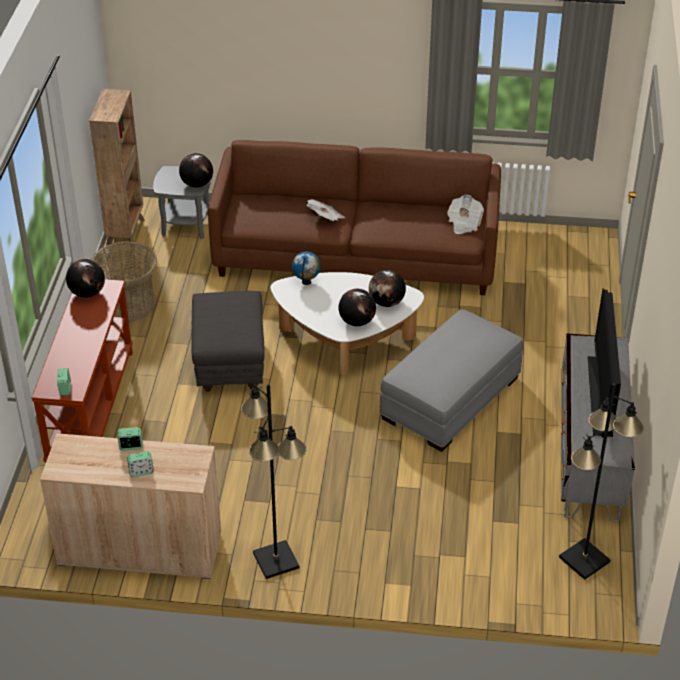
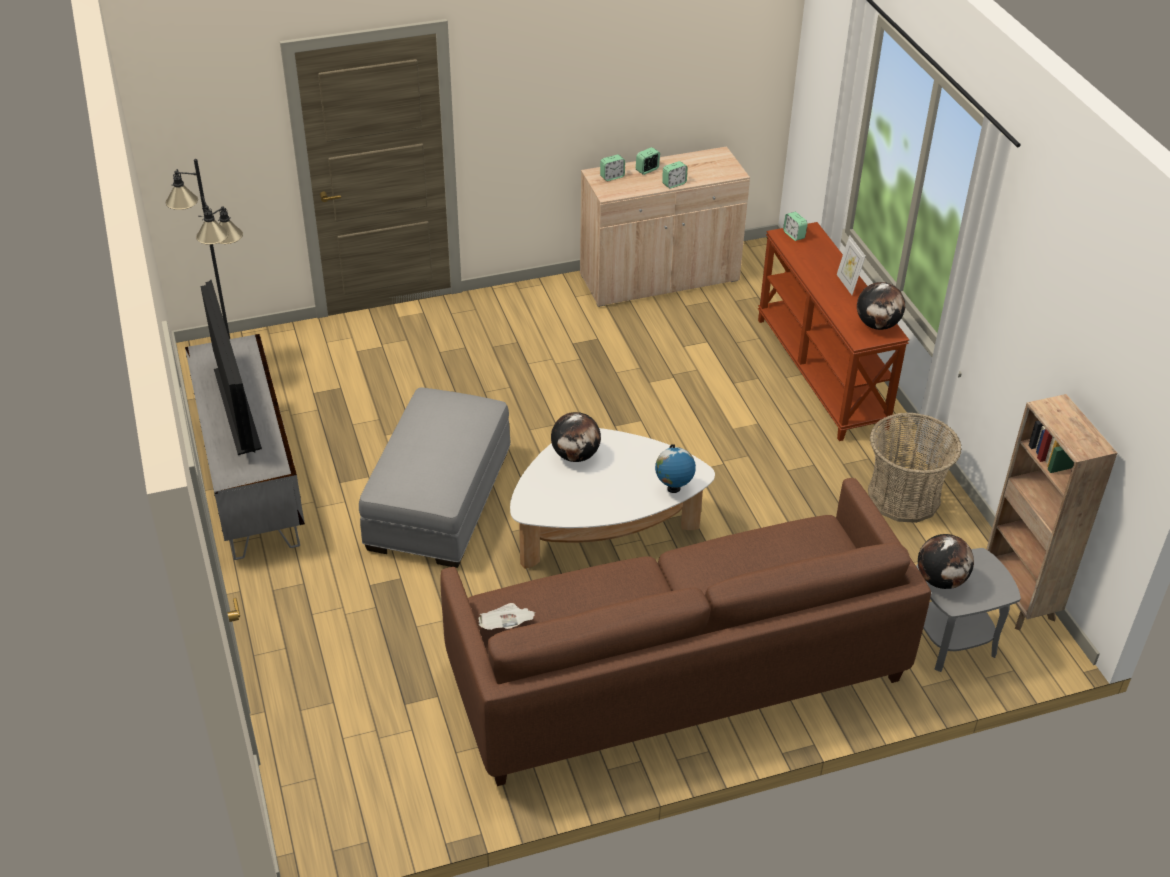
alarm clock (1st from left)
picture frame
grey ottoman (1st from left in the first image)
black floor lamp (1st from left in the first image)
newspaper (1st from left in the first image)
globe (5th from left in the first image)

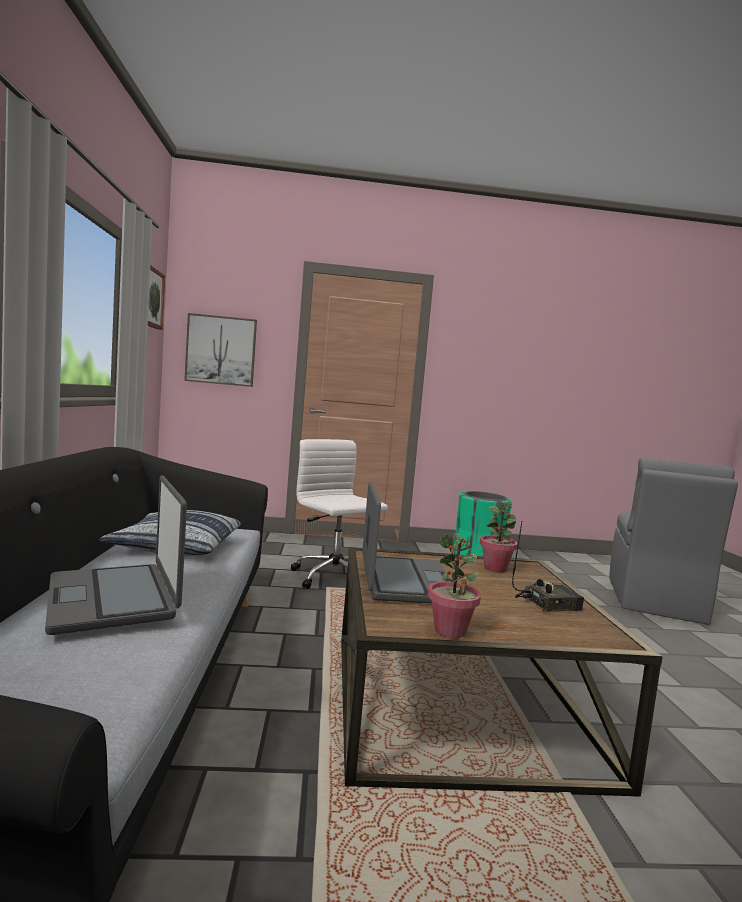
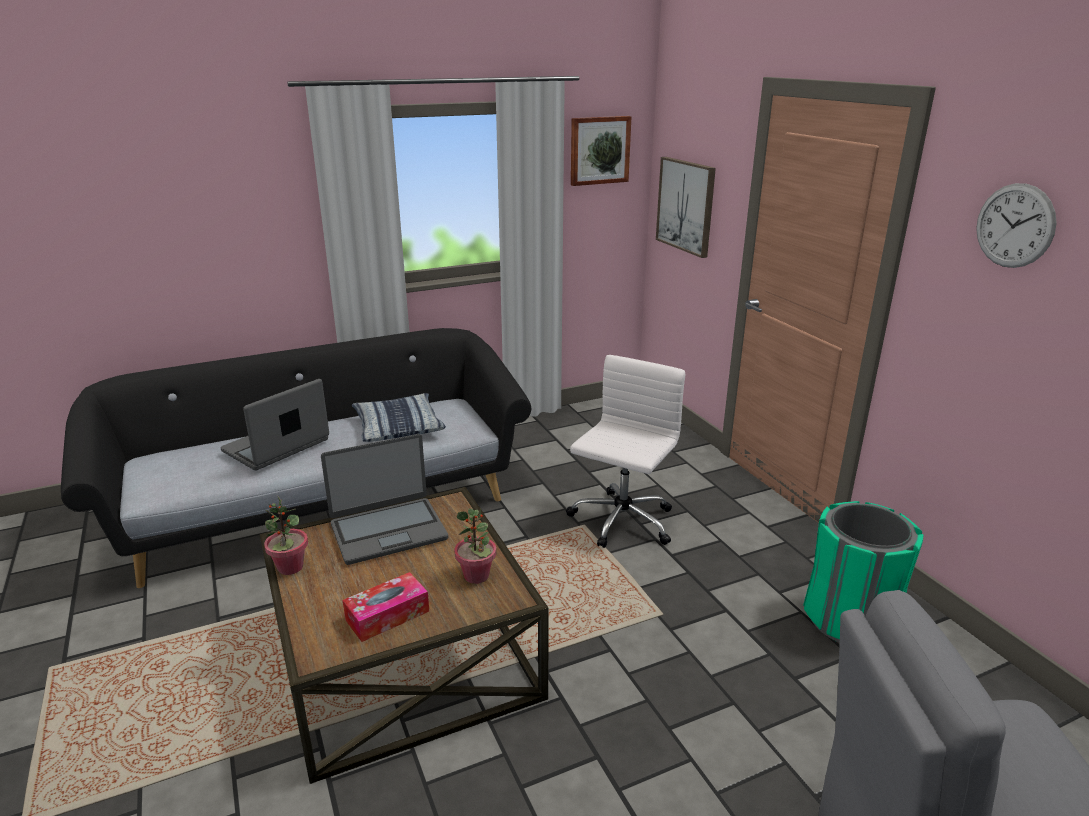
tissue box
wall clock

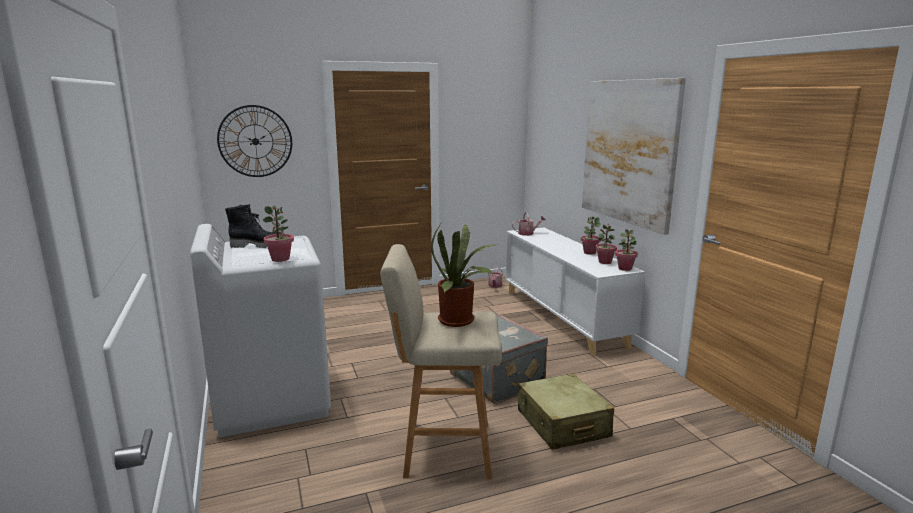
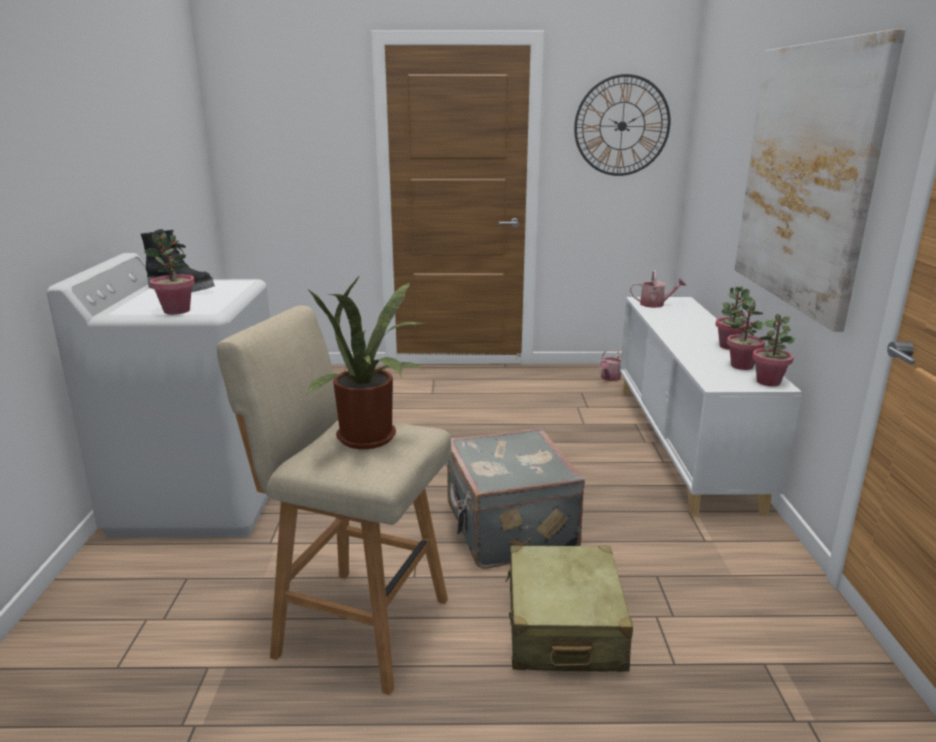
wall clock

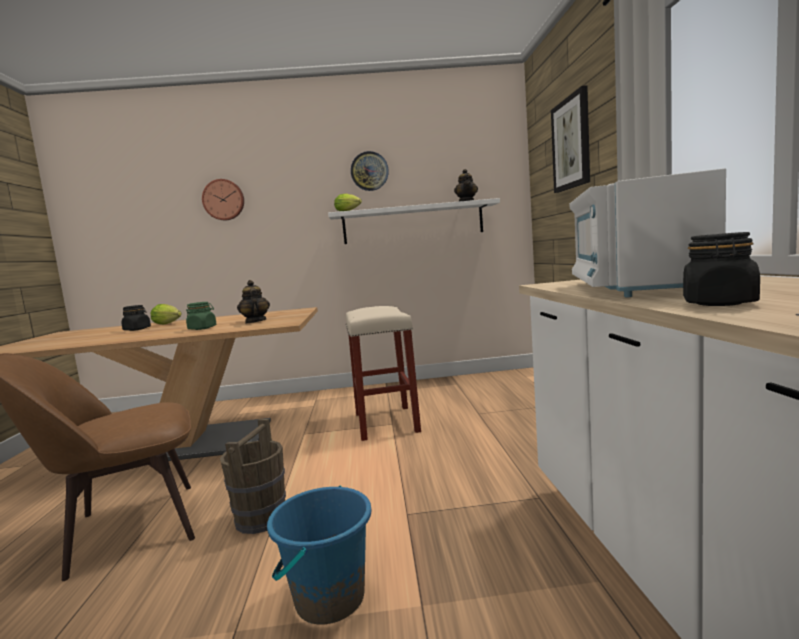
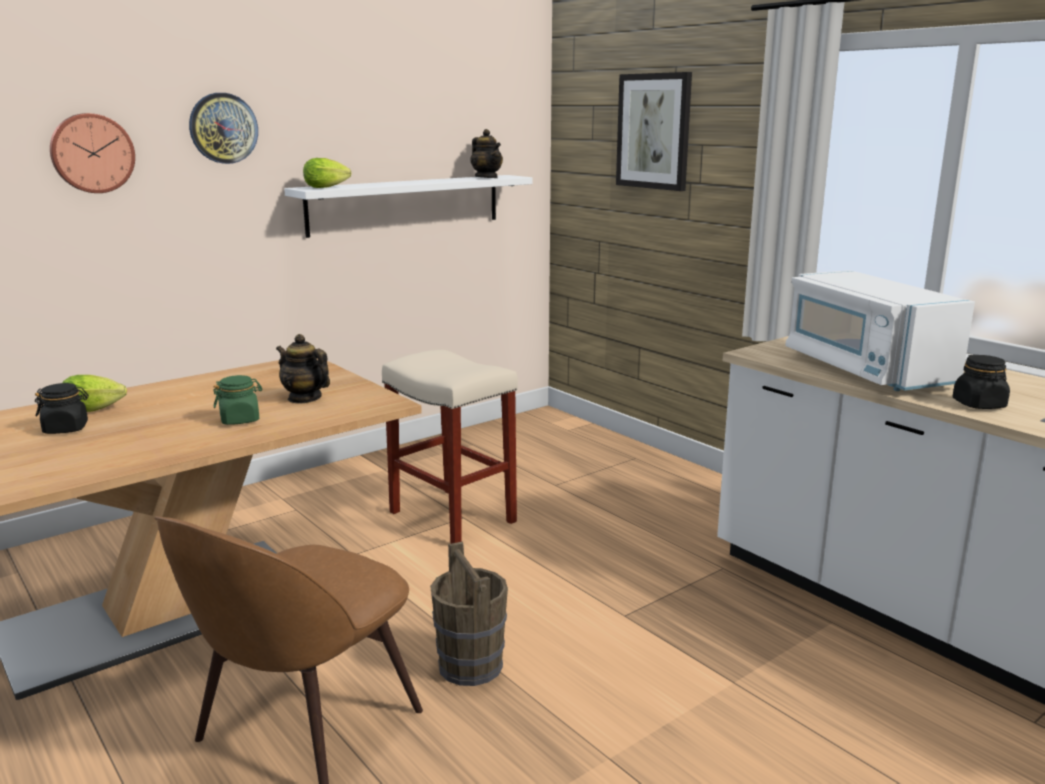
wall clock (2nd from left)
blue bucket

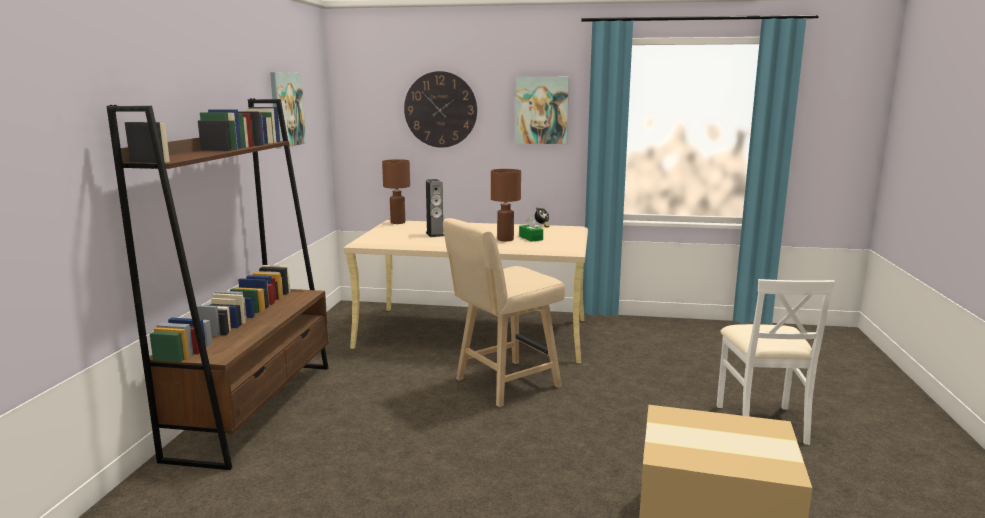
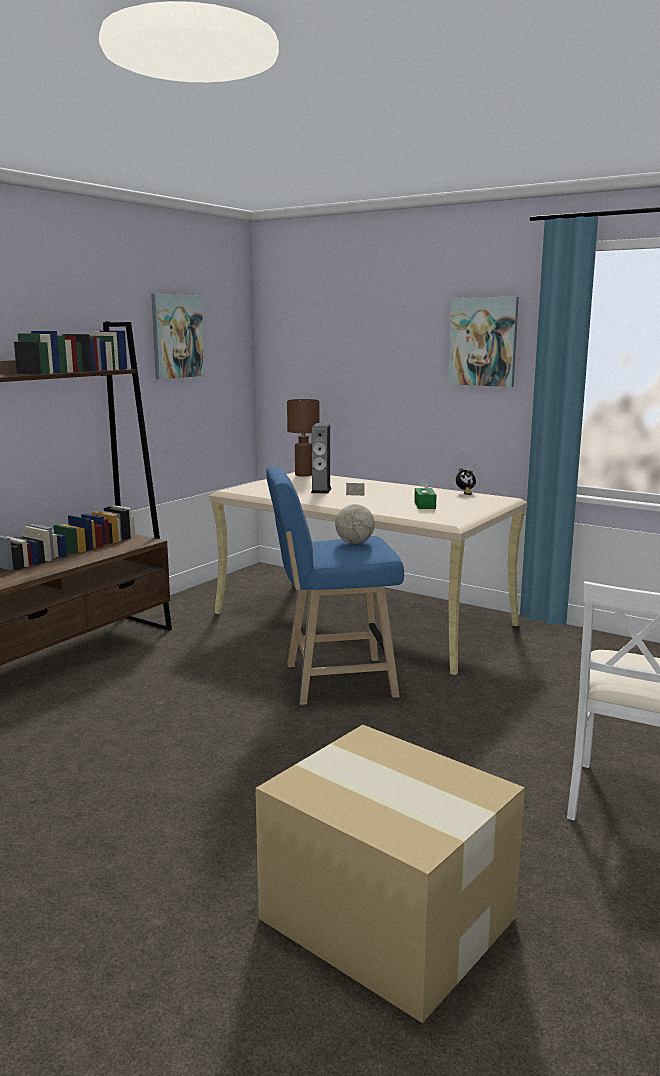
blue stool
globe
wall clock
brown table lamp (2nd from left in the first image)

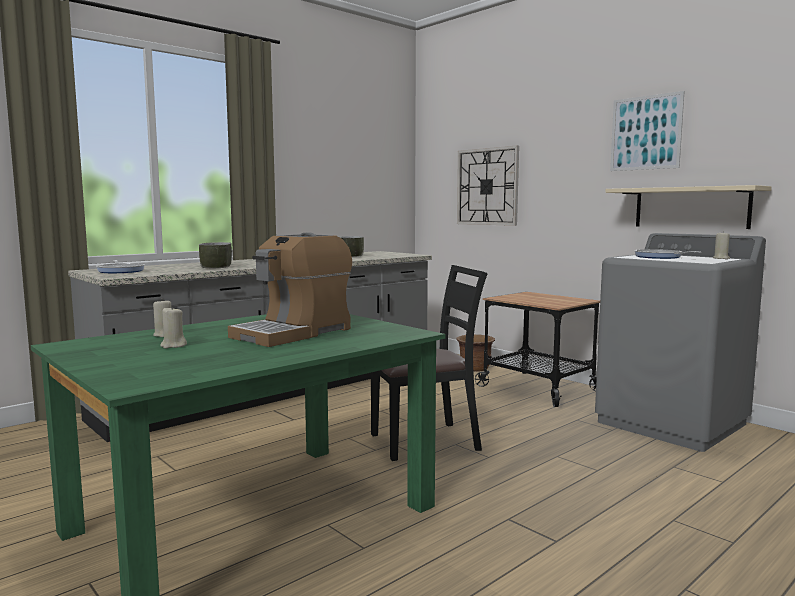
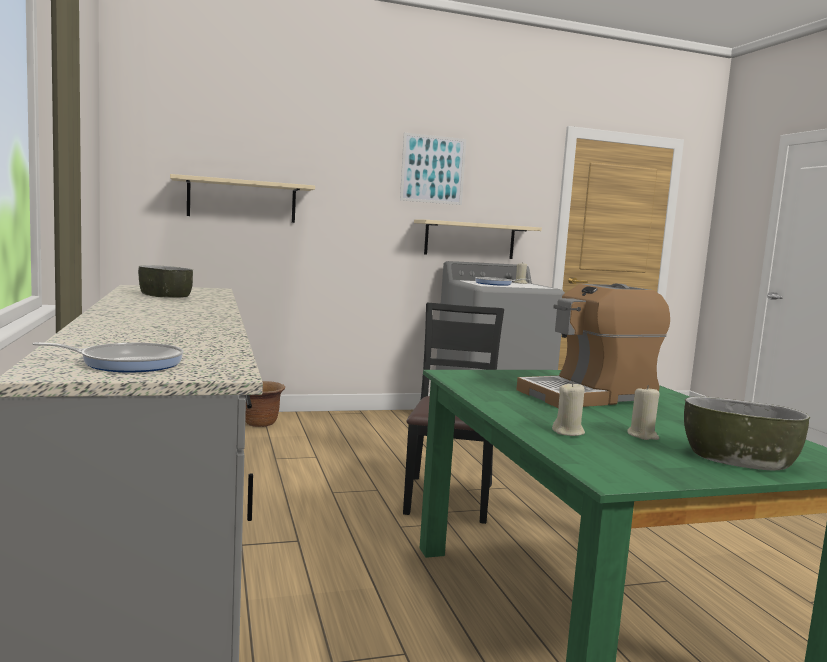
beige shelf (1st from left)
coffee machine
bowl (2nd from left)
cart

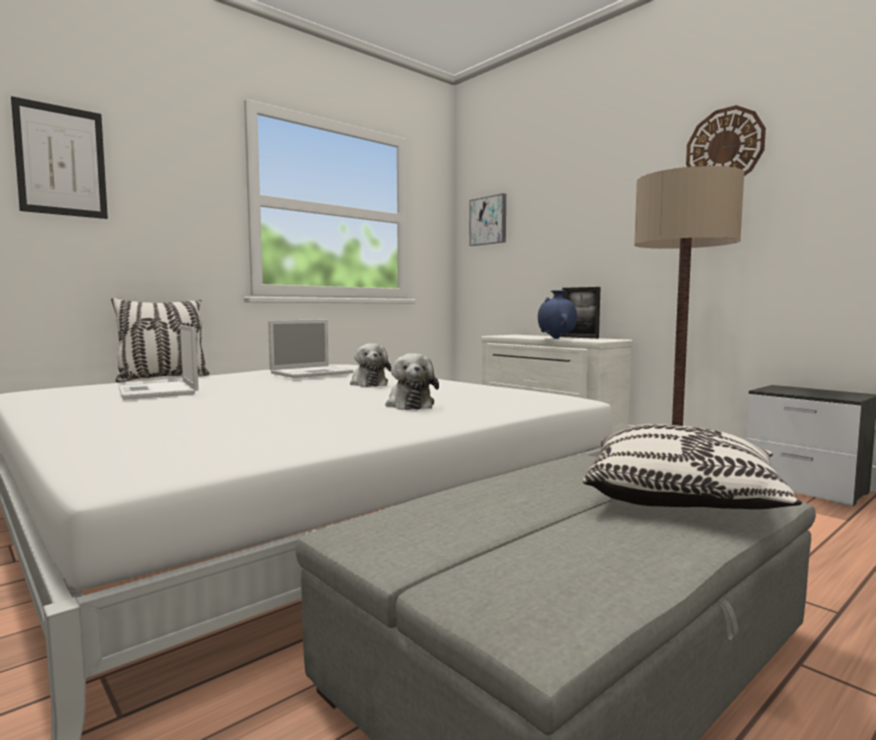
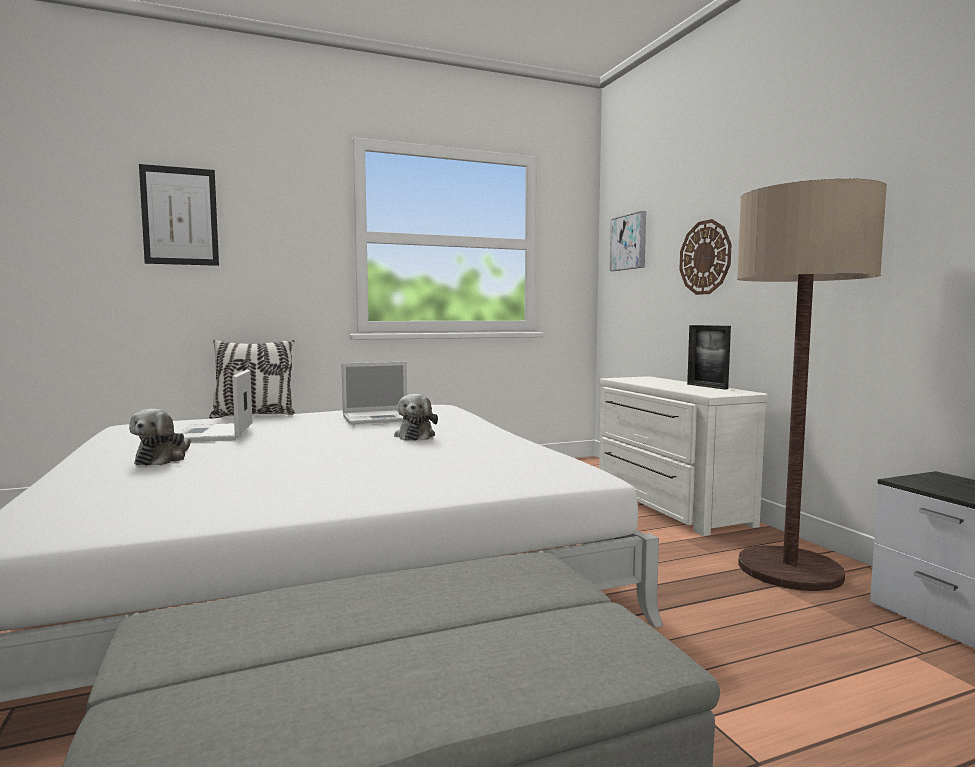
plush toy (1st from left)
wall clock
blue vase
pillow (2nd from left in the first image)

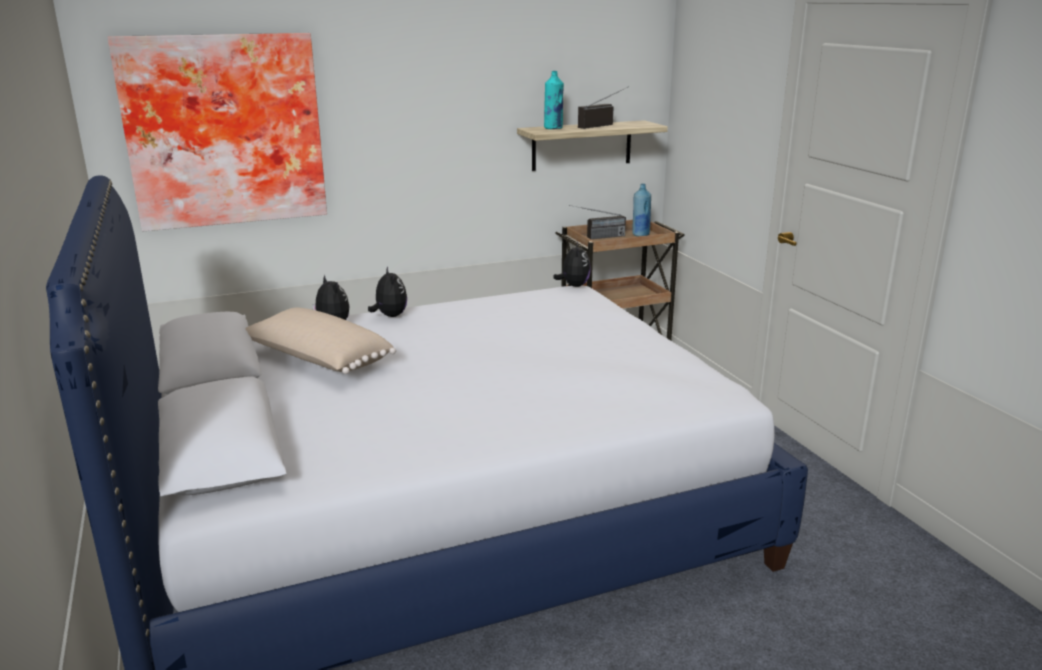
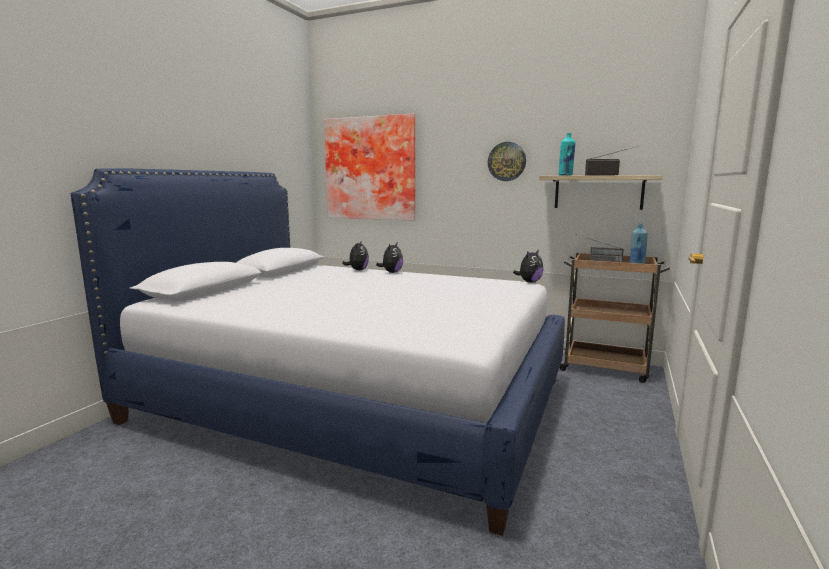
wall clock
beige pillow

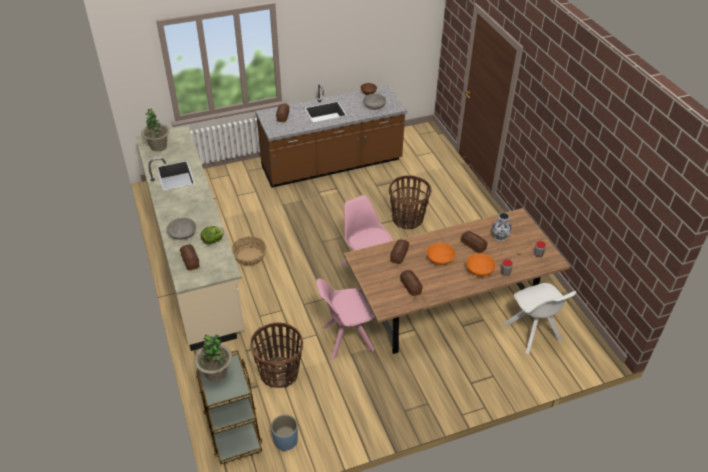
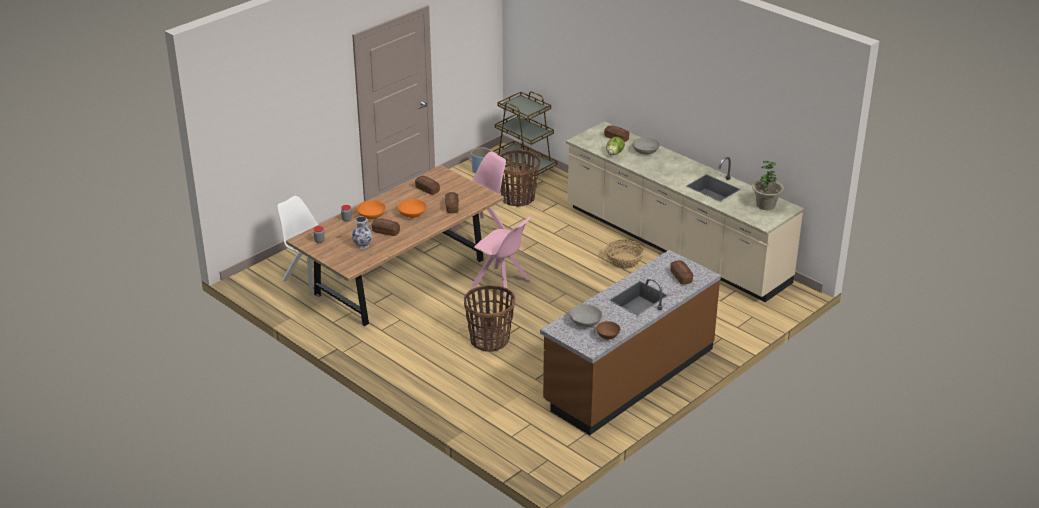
potted plant (2nd from left in the first image)

